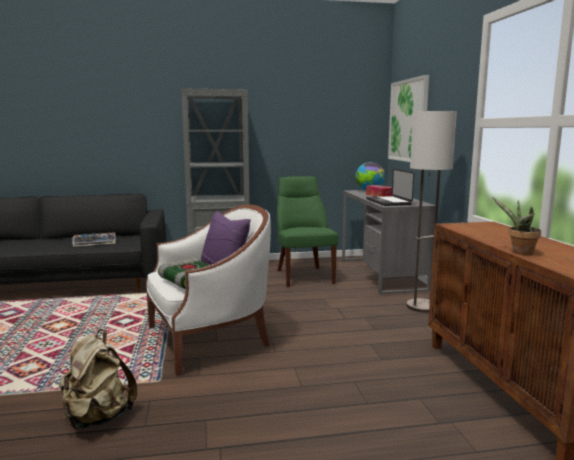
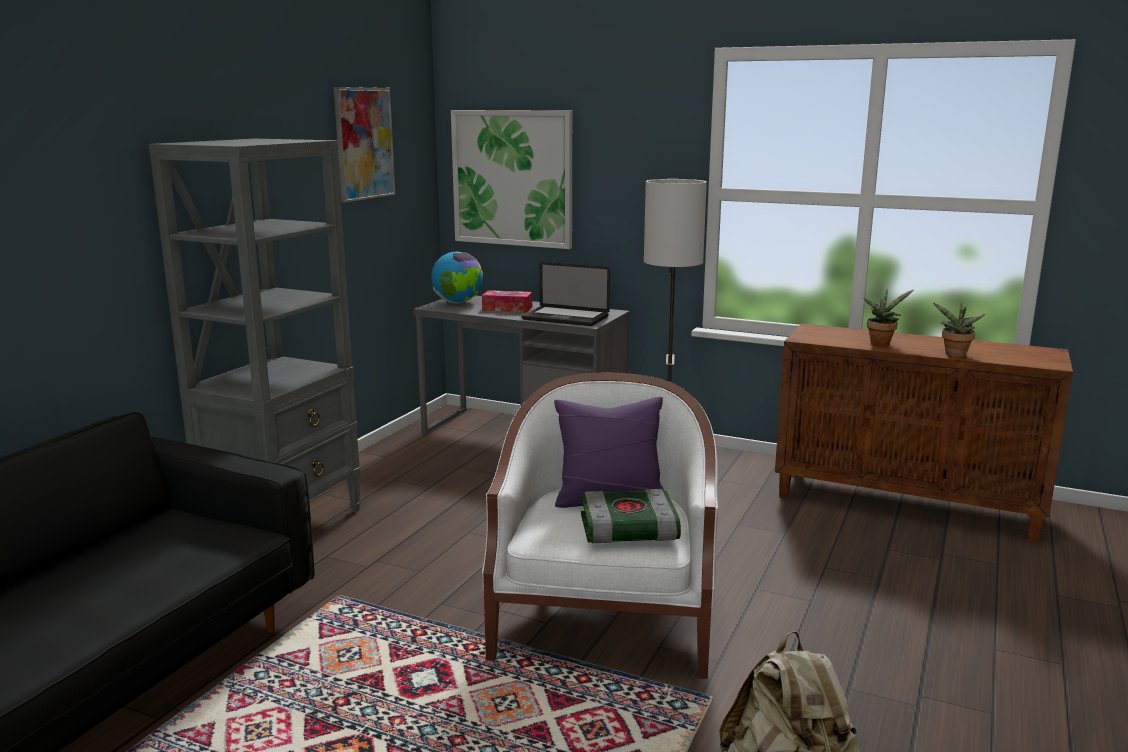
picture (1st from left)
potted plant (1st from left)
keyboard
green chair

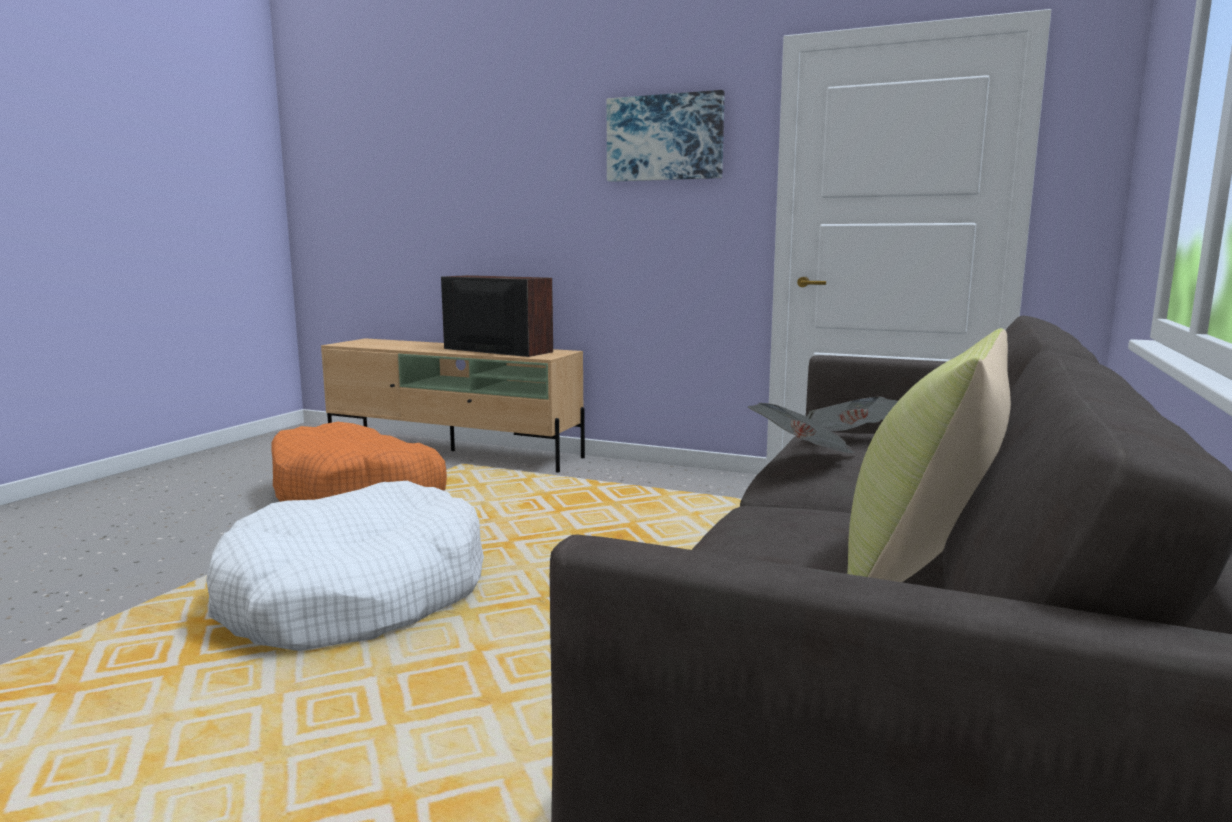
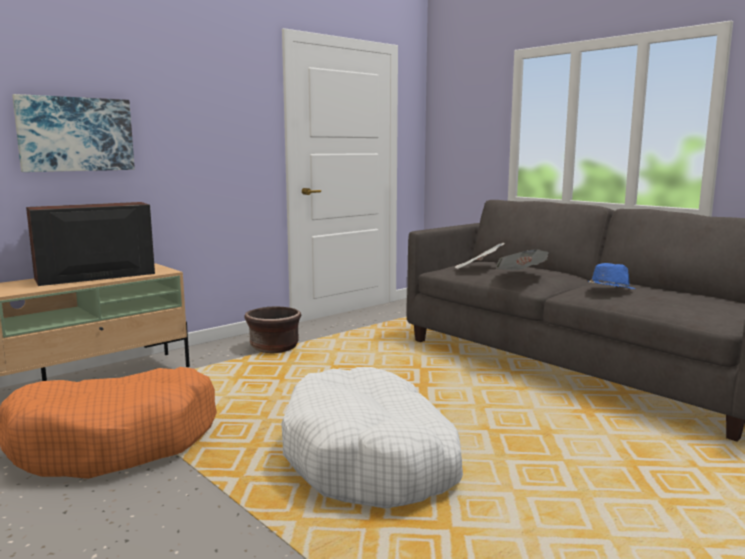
picture
brown planter
blue hat
yellow pillow

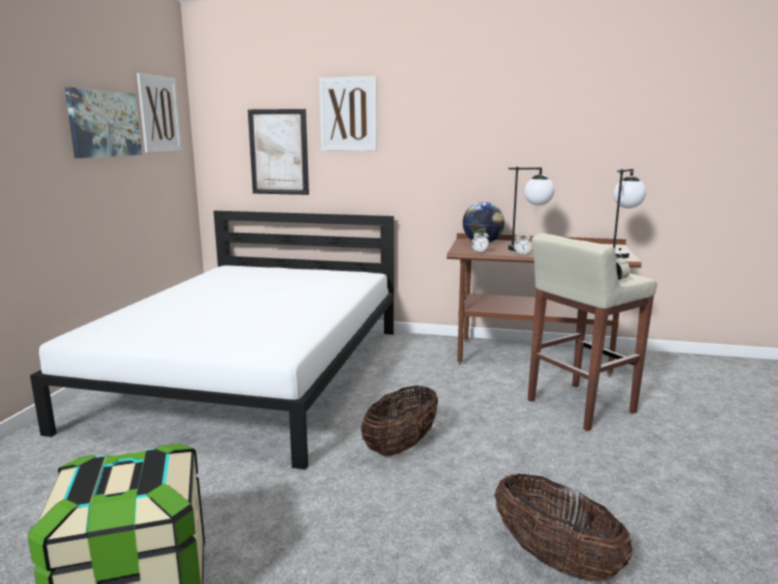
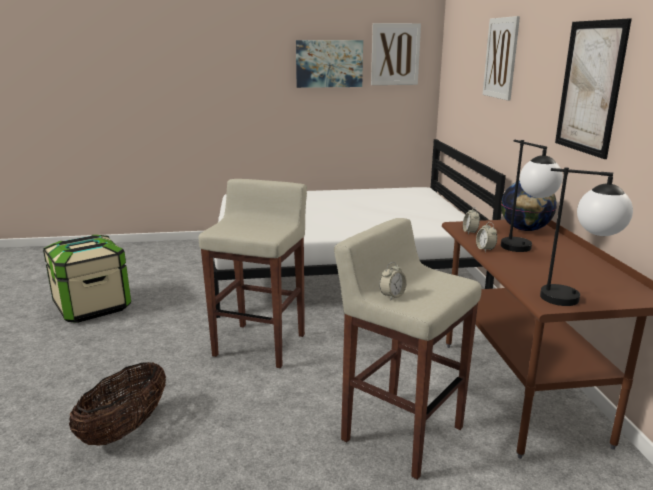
beige stool (1st from left)
picture (4th from left)

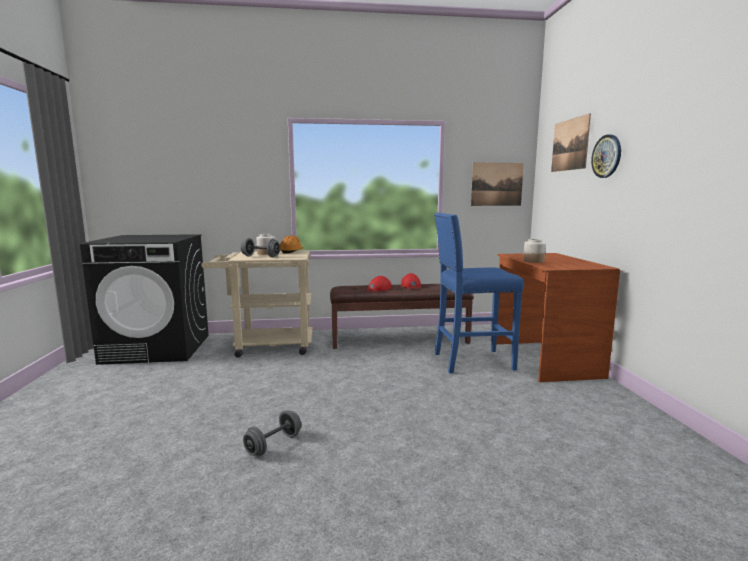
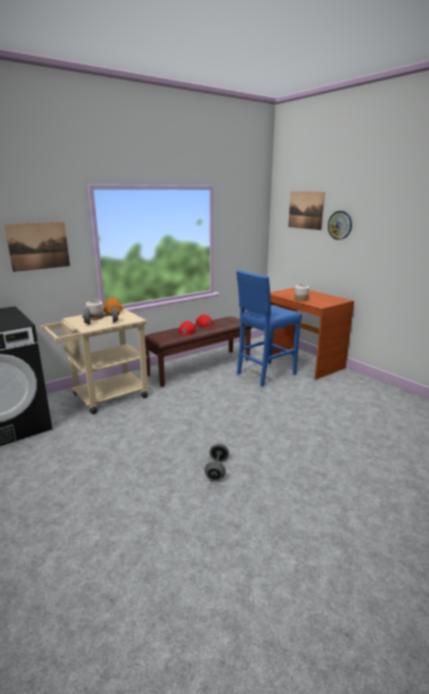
picture (1st from left)

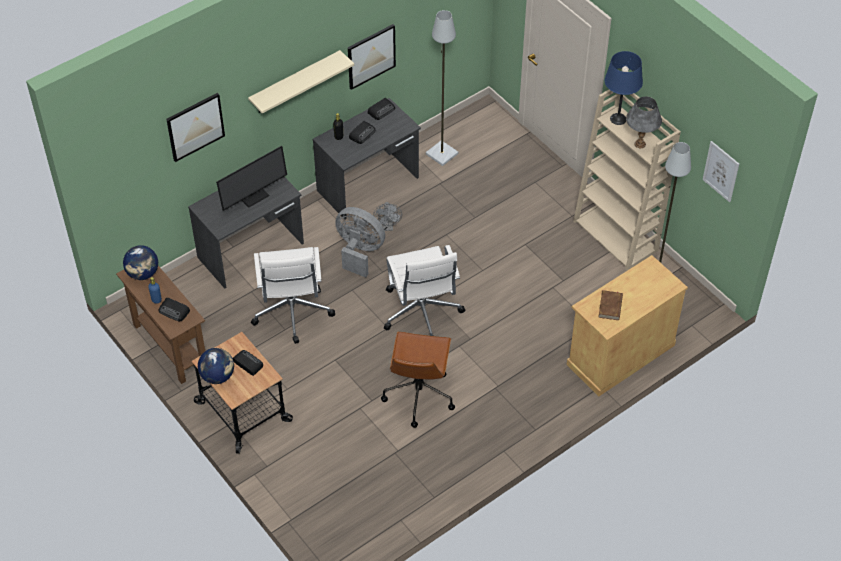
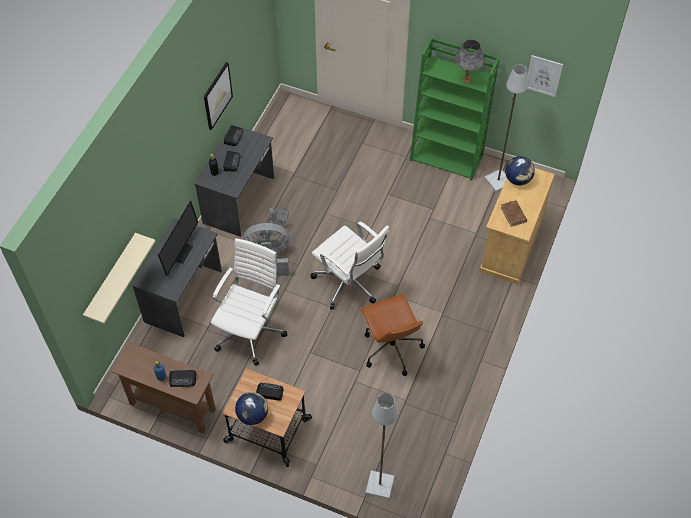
beige shelf
white office chair (1st from left)
grey floor lamp (1st from left)
green bookcase
globe (2nd from left)
picture (1st from left in the first image)
blue table lamp

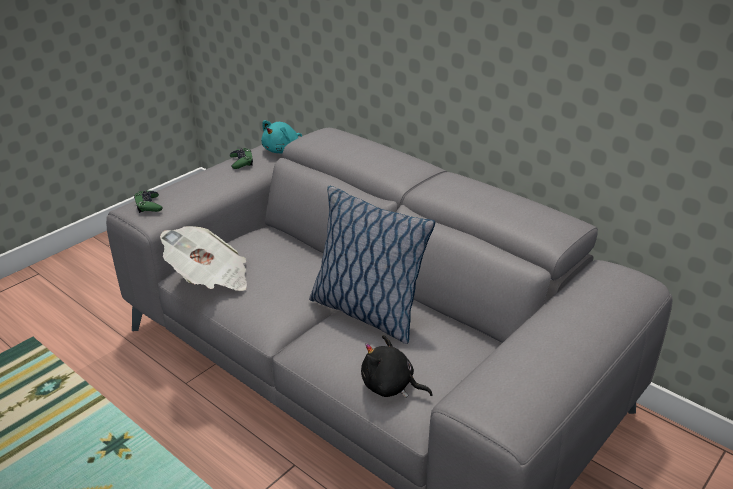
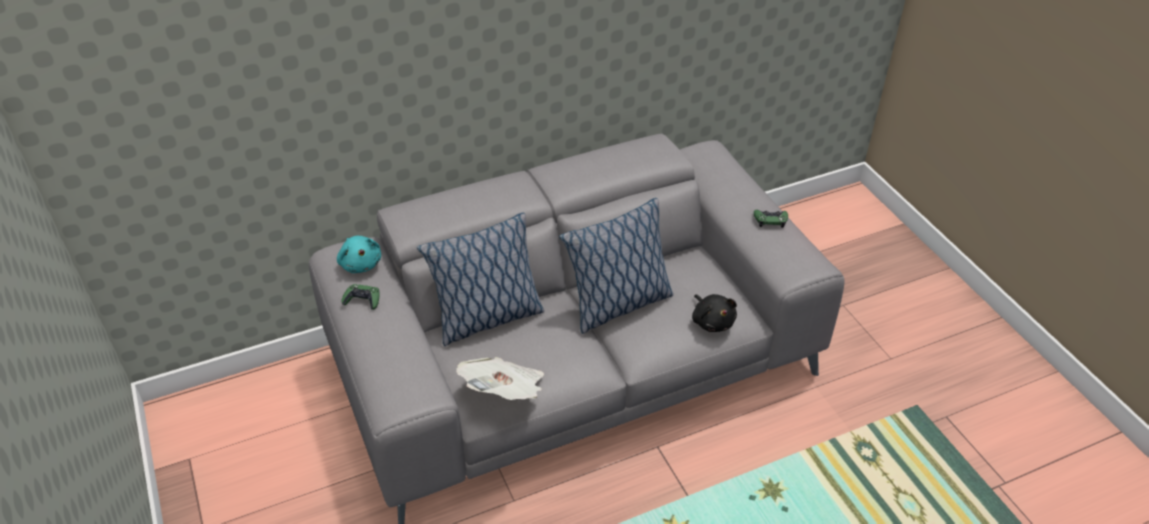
pillow (1st from left)
black plush toy
green game controller (2nd from left)

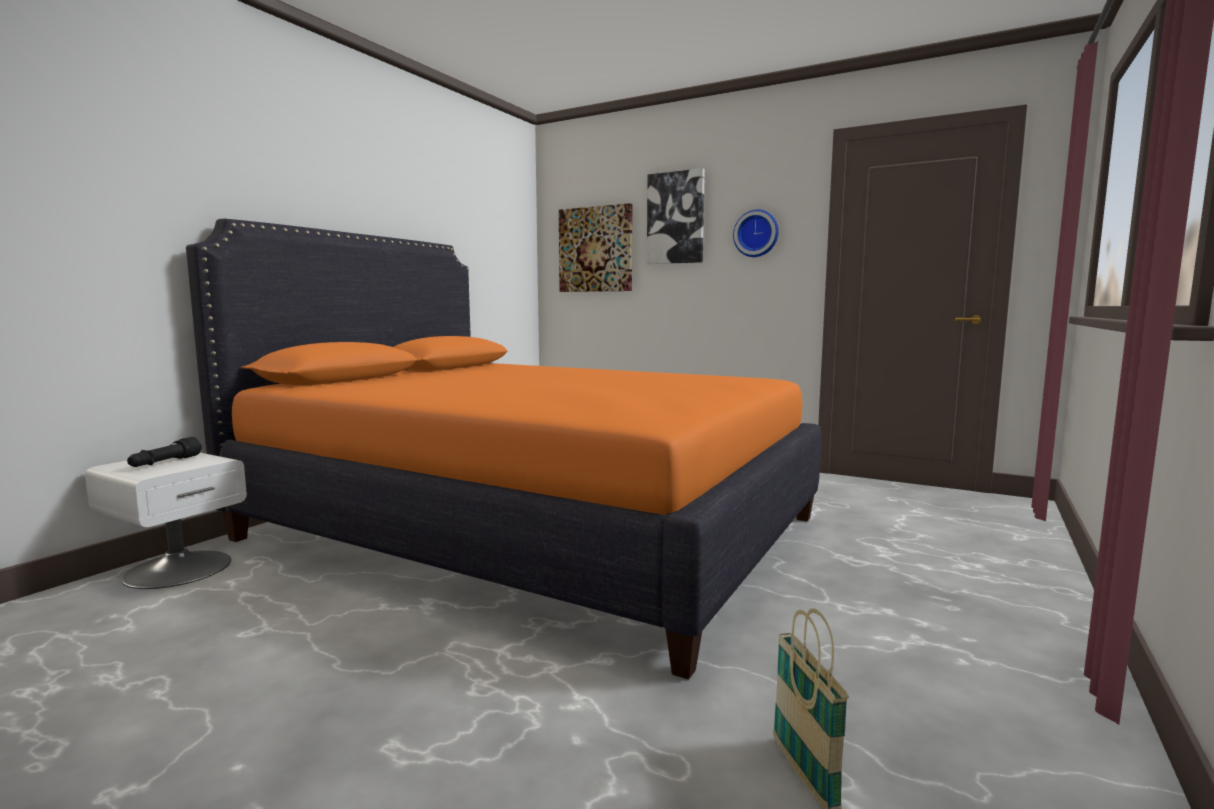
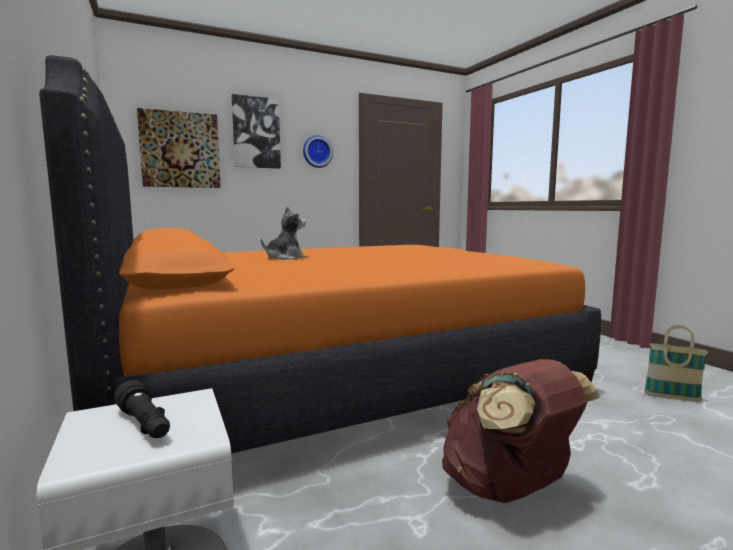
plush toy
brown backpack

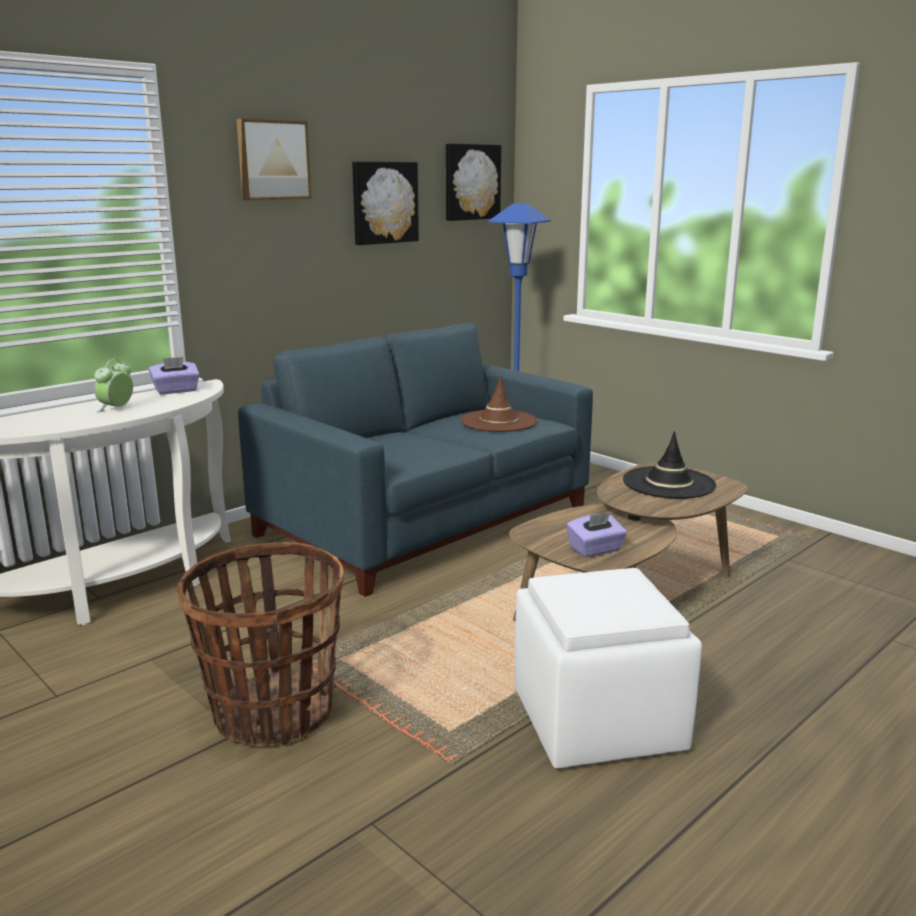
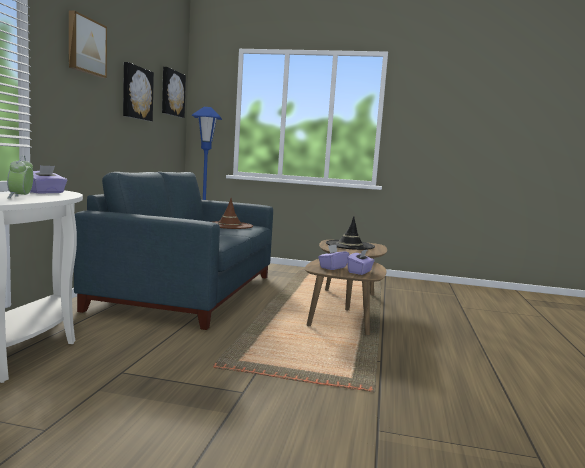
purple tissue box (2nd from left)
basket
white ottoman

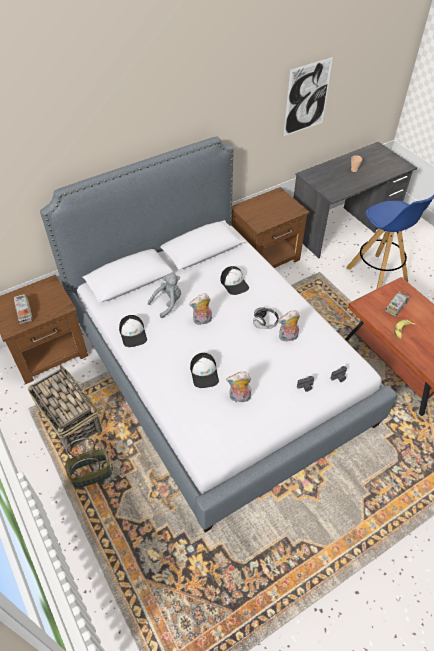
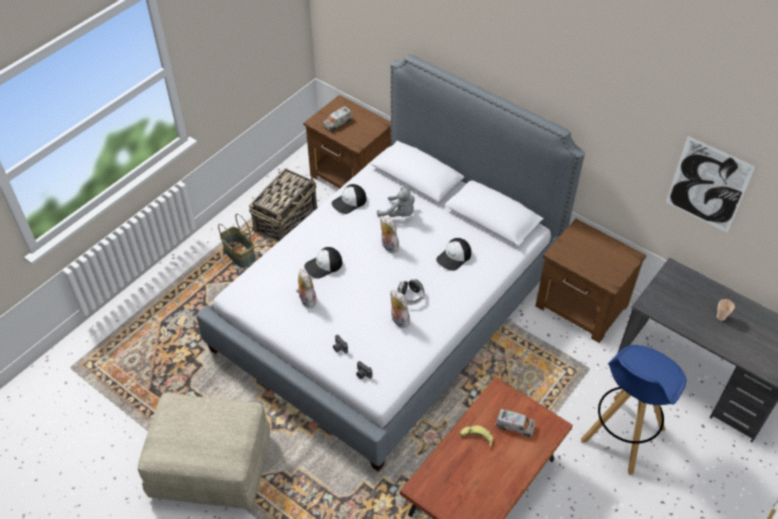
beige ottoman

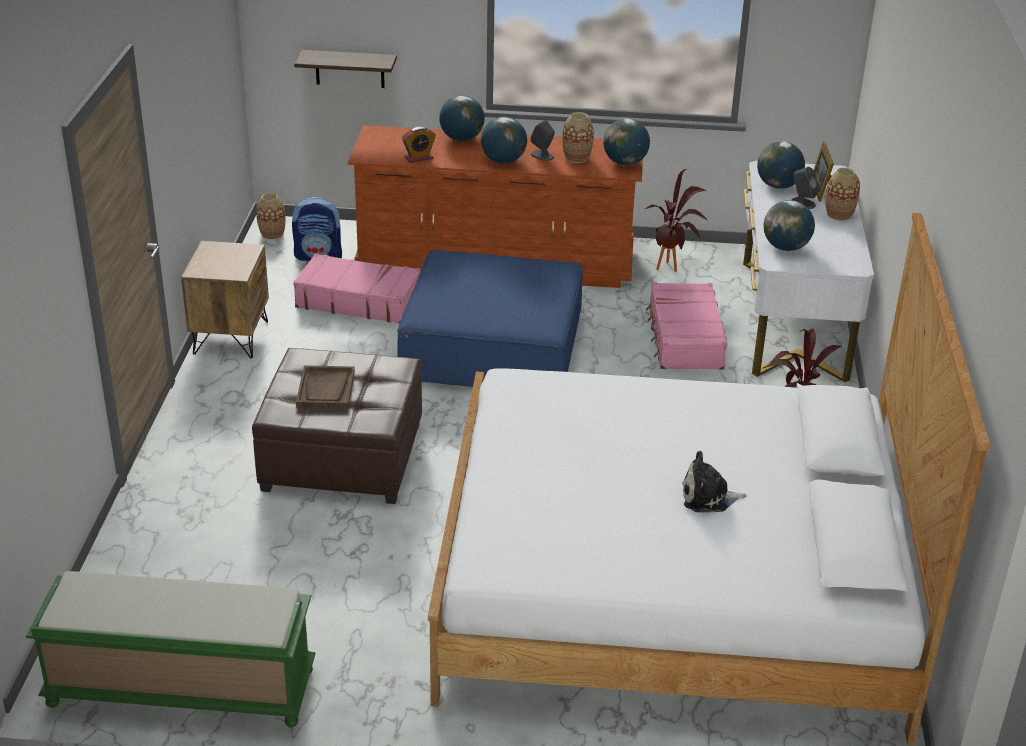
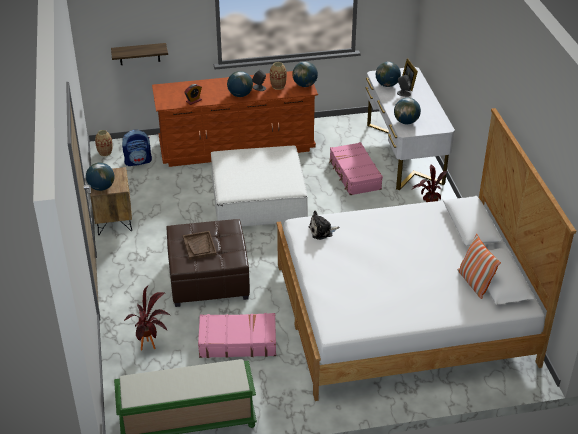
globe (1st from left)
potted plant (1st from left)
pink suitcase (1st from left)
white ottoman
plush toy
pillow
vase (3rd from left in the first image)

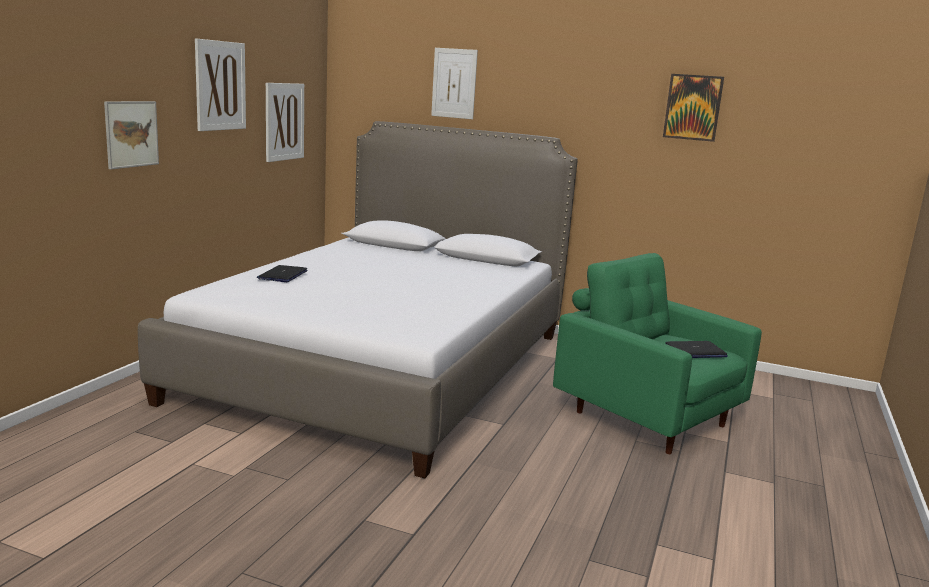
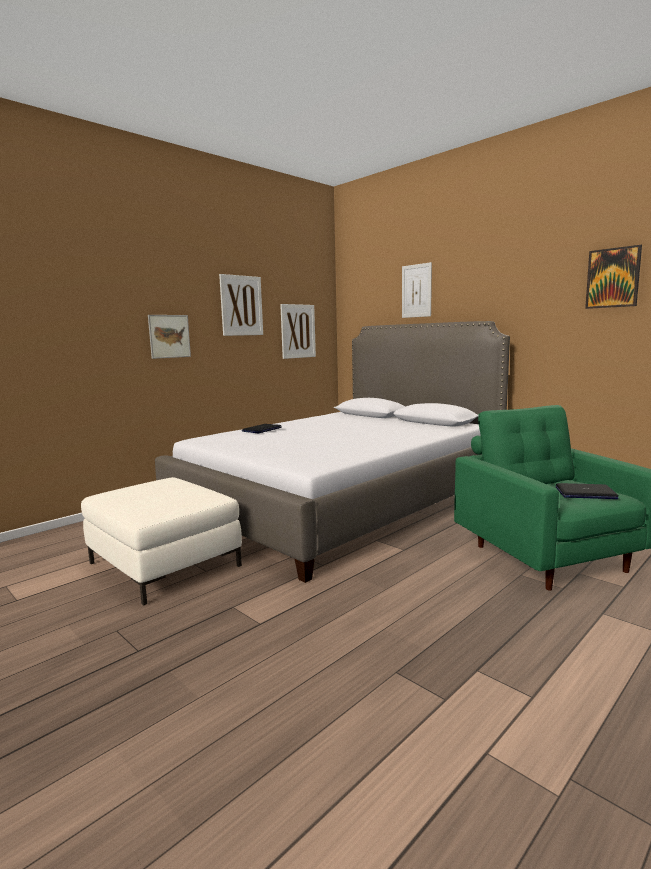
white ottoman

